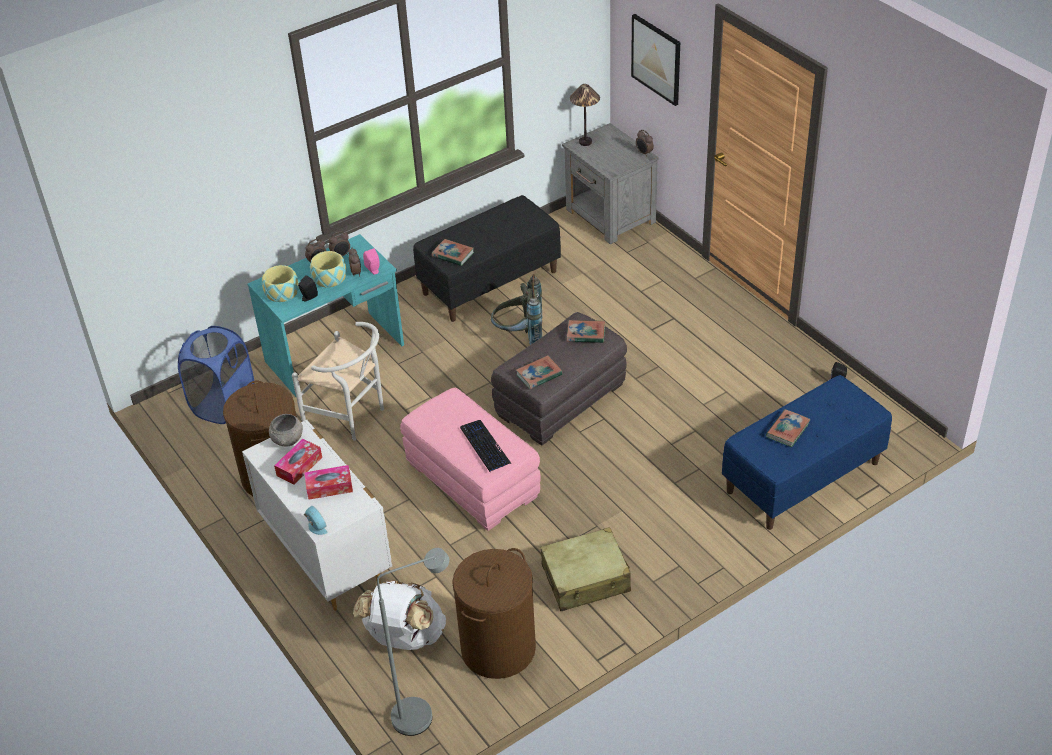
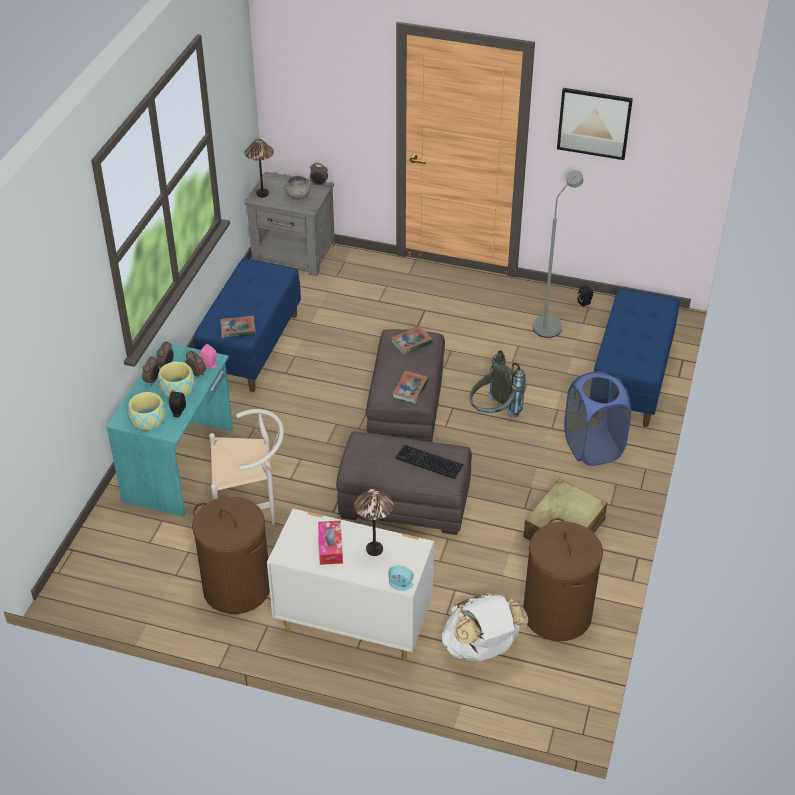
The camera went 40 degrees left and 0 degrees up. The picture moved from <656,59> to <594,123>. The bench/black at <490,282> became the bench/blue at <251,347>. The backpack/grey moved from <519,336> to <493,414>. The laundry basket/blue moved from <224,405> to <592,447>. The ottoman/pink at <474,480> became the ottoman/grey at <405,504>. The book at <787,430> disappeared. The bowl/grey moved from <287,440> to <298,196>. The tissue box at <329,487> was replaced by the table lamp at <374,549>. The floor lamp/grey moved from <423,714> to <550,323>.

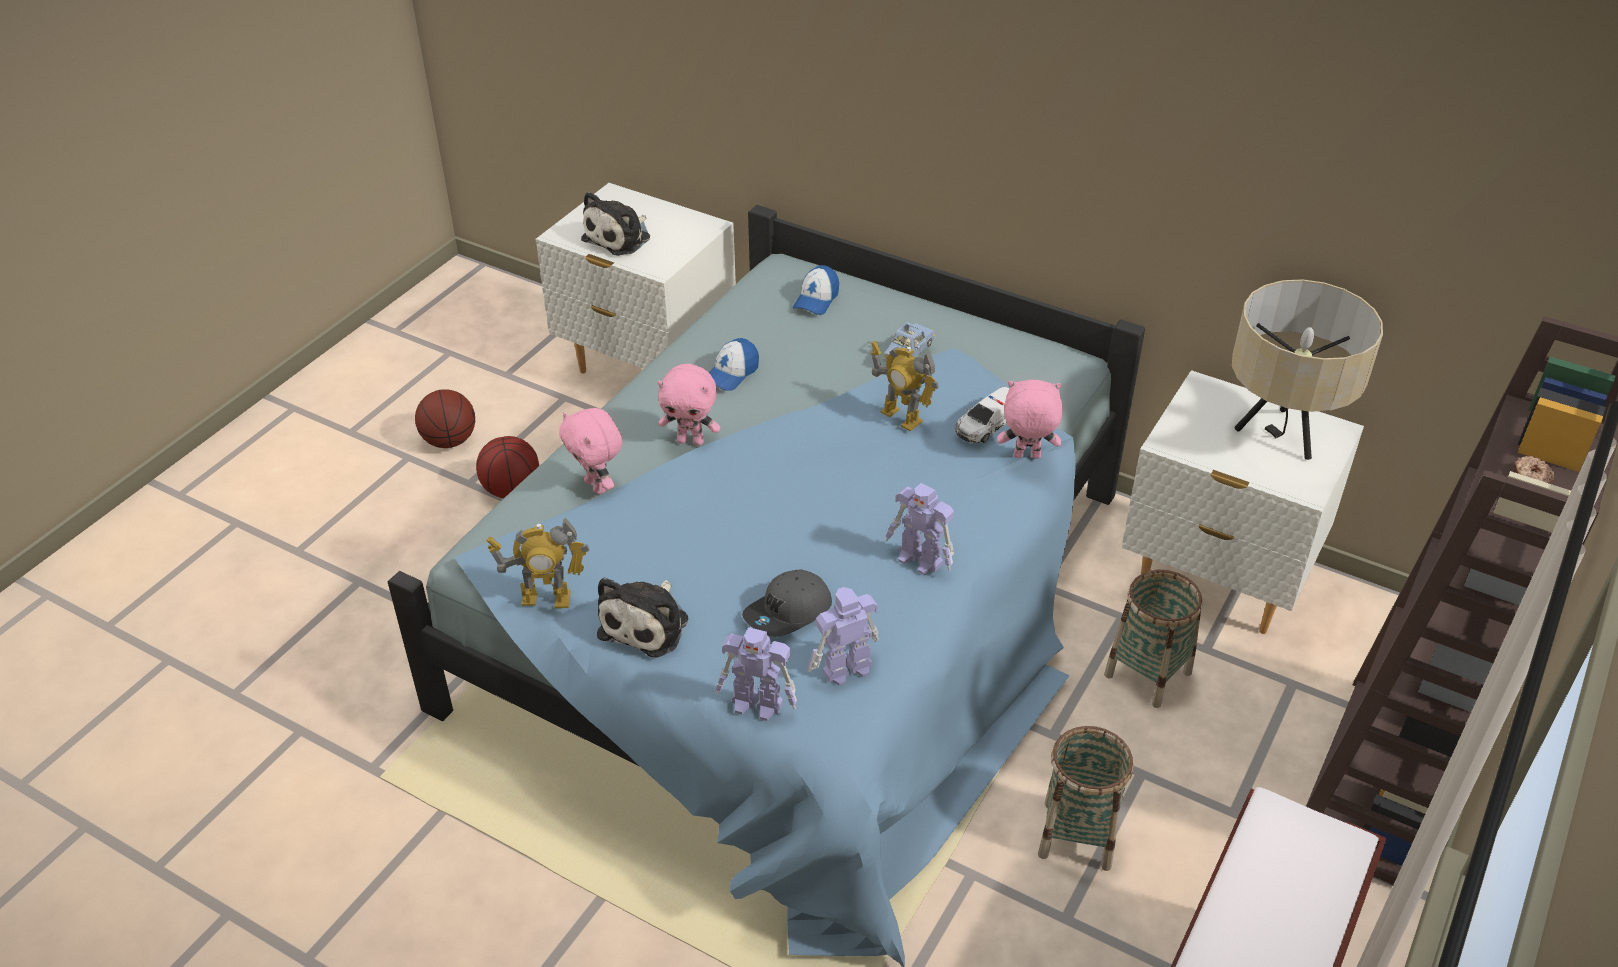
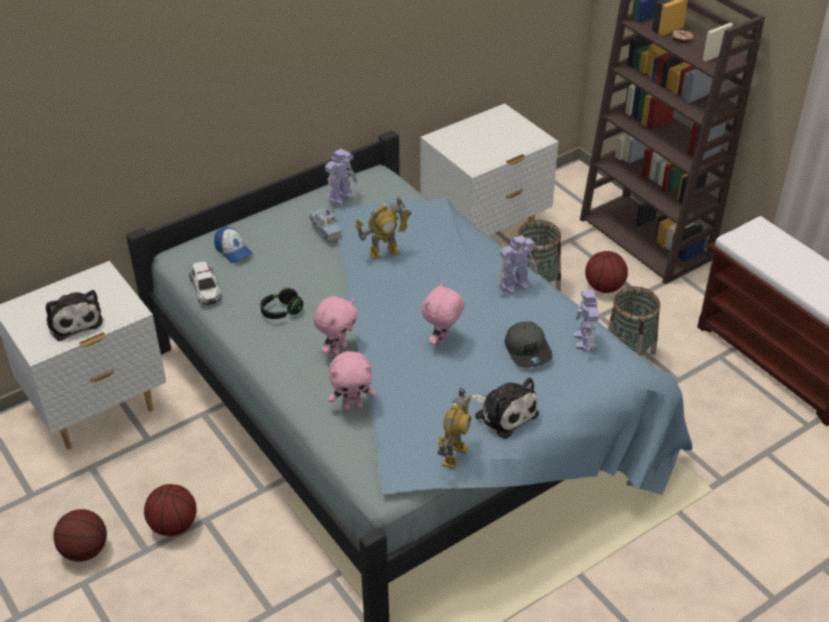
The camera went 65 degrees left and 0 degrees up. The table lamp/beige at <1280,438> disappeared. The cap at <731,373> was replaced by the headphones/black at <281,311>. The plush toy/pink moved from <1026,457> to <442,341>. The toy car moved from <988,423> to <206,288>. The toy robot moved from <758,704> to <341,197>. The basketball at <603,287> appeared.

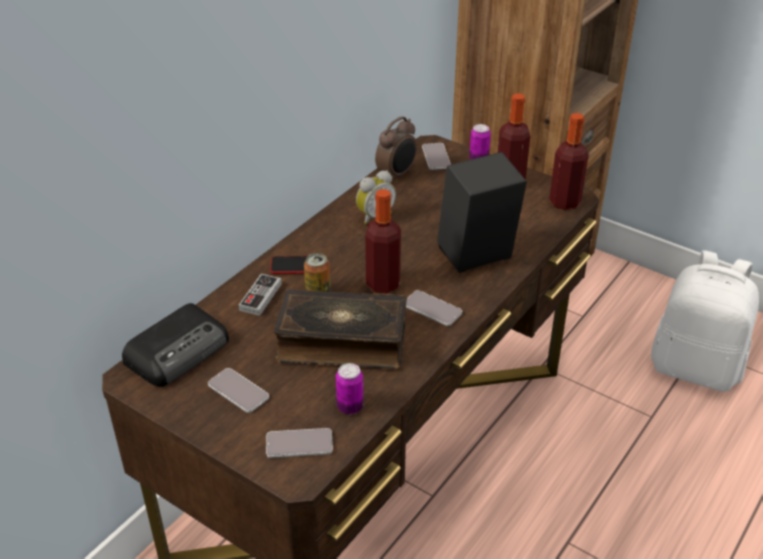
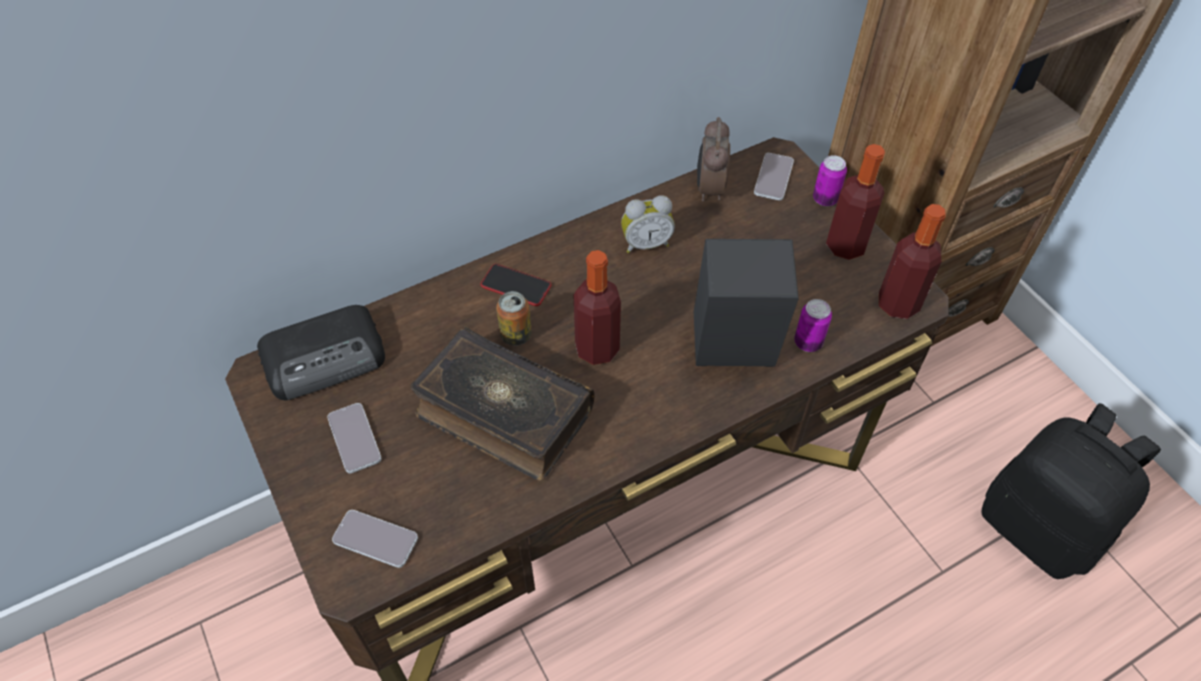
The camera went 25 degrees right and 15 degrees up. The alarm clock at <397,174> turned 120 degrees clockwise. The backpack/white at <695,368> became the backpack/black at <1039,528>. The game controller at <260,297> disappeared. The phone at <432,309> disappeared. The can moved from <350,407> to <808,342>.

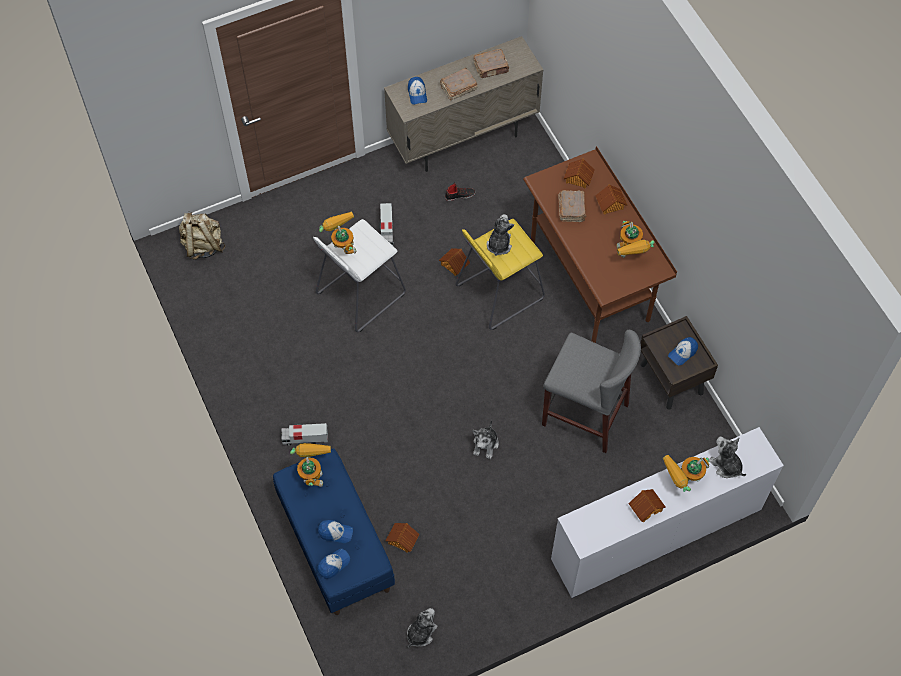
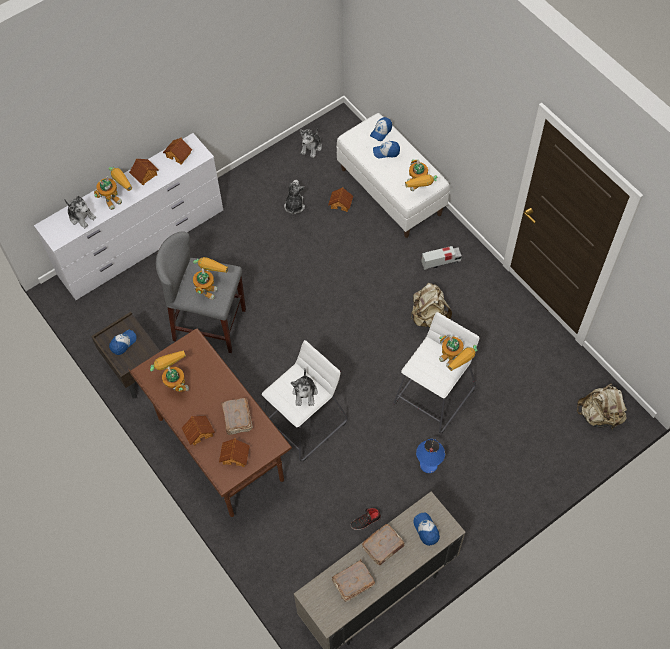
The camera went 170 degrees right and 0 degrees up. The toy truck at <387,231> was replaced by the table lamp/blue at <428,465>. The stool/yellow at <499,292> became the stool/white at <304,422>. The toy house moved from <453,265> to <178,154>. The plush toy moved from <485,444> to <294,205>. The bench/blue at <335,544> became the bench/white at <391,191>. The toy robot at <209,287> appeared. The backpack/beige at <428,316> appeared.

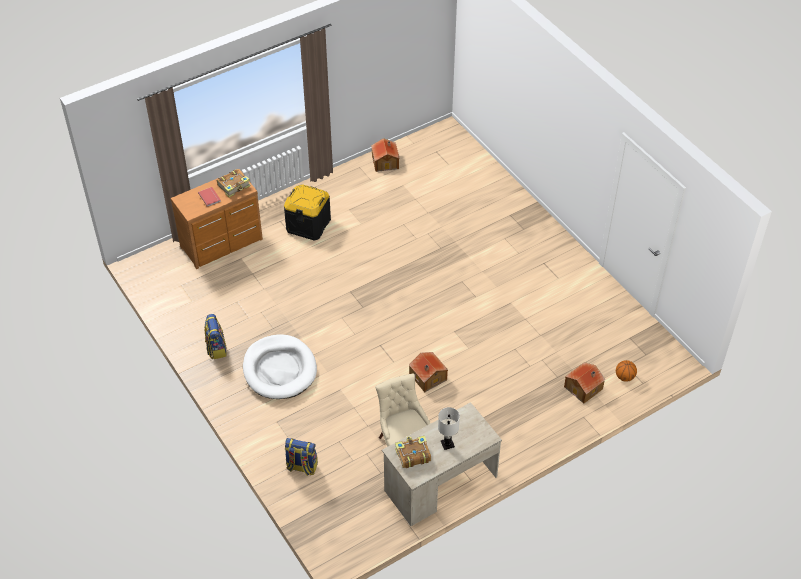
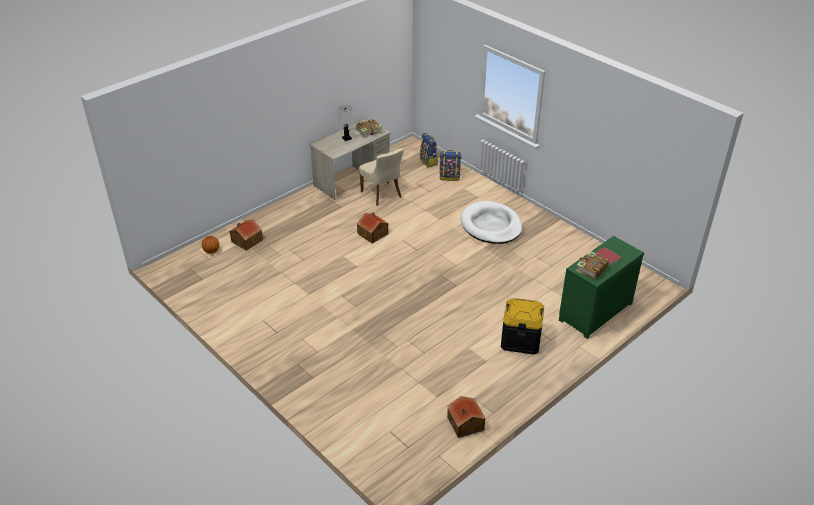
The camera went 170 degrees right and 10 degrees down. The dresser/brown at <223,244> became the dresser/green at <593,311>. The backpack moved from <216,348> to <429,162>.

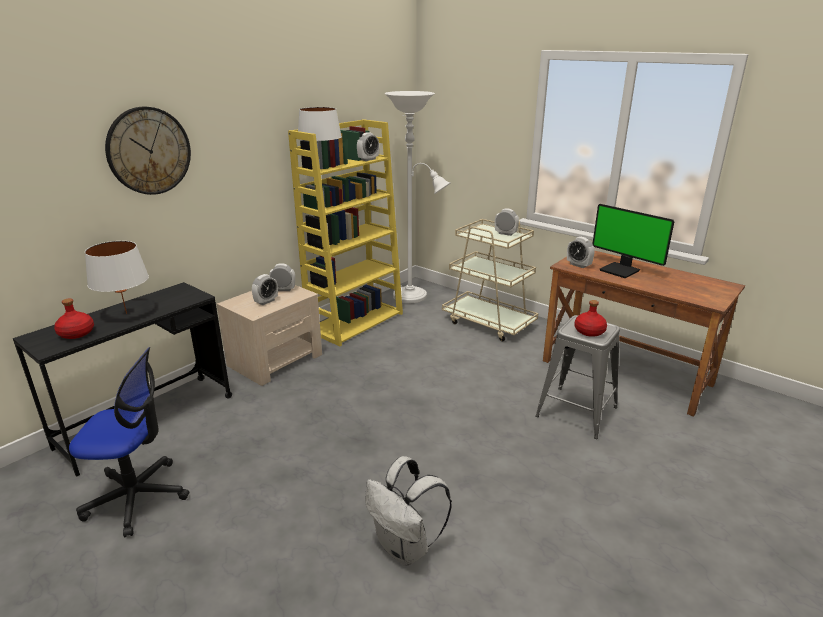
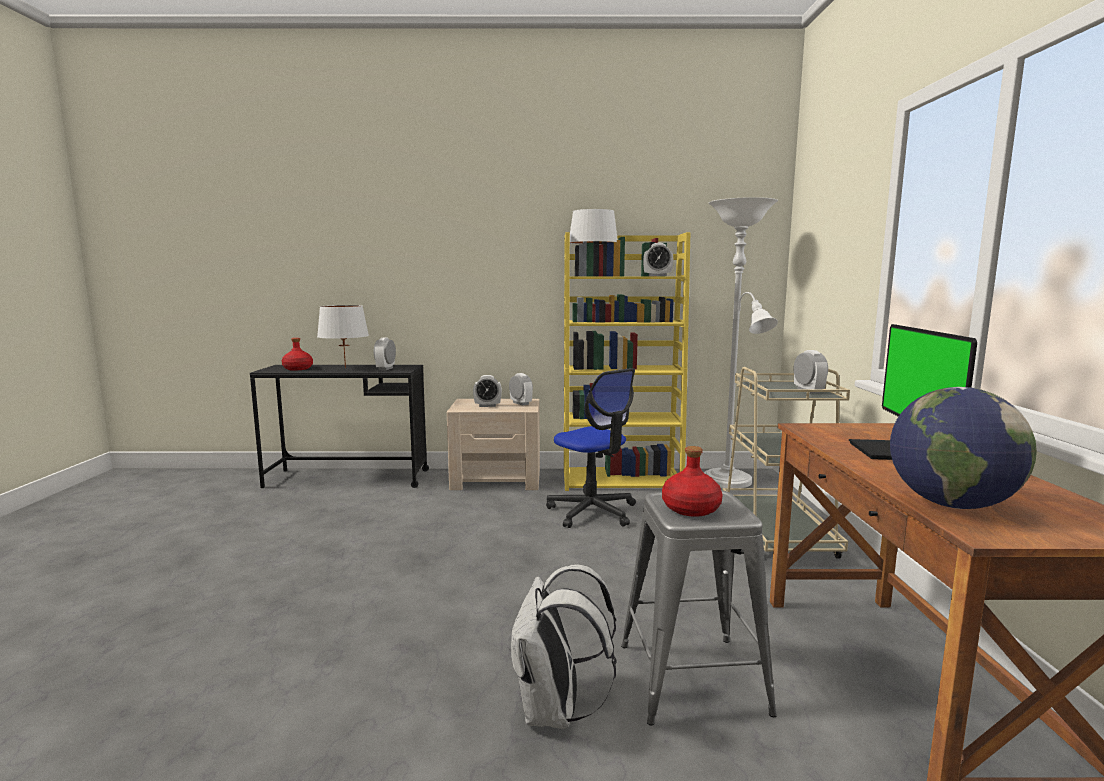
The camera went 50 degrees right and 15 degrees down. The wall clock at <149,151> disappeared. The alarm clock moved from <578,265> to <385,369>. The office chair moved from <137,497> to <592,512>. The backpack/white moved from <405,548> to <555,711>. The globe at <951,504> appeared.

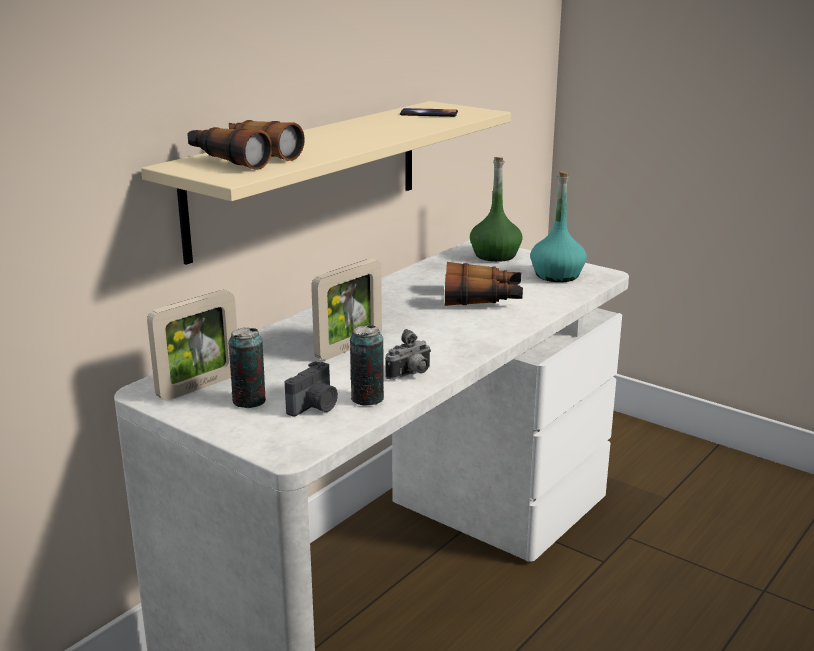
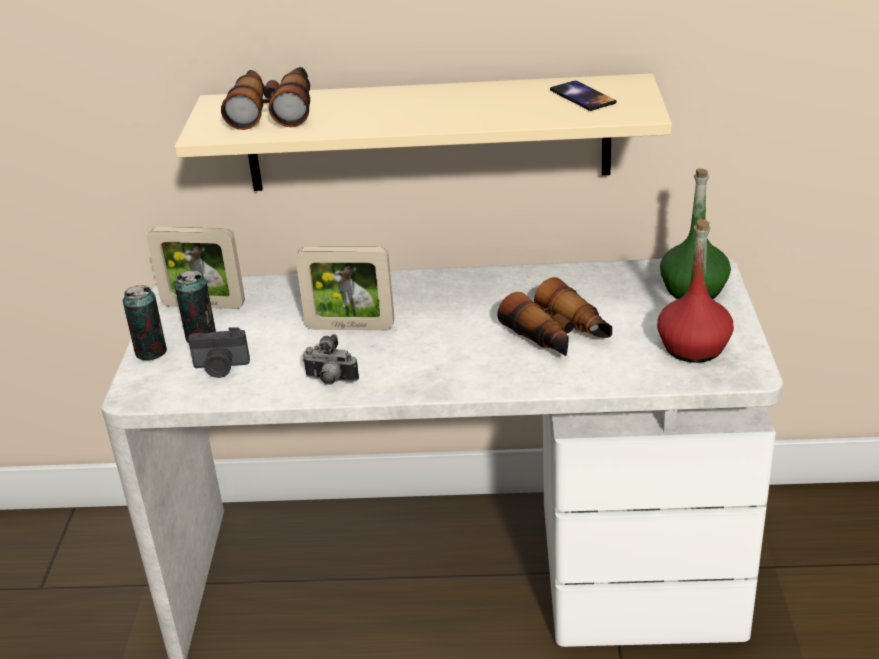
The camera went 55 degrees right and 10 degrees up. The bottle/turquoise at <557,275> became the bottle/red at <693,347>. The can moved from <367,398> to <151,352>.

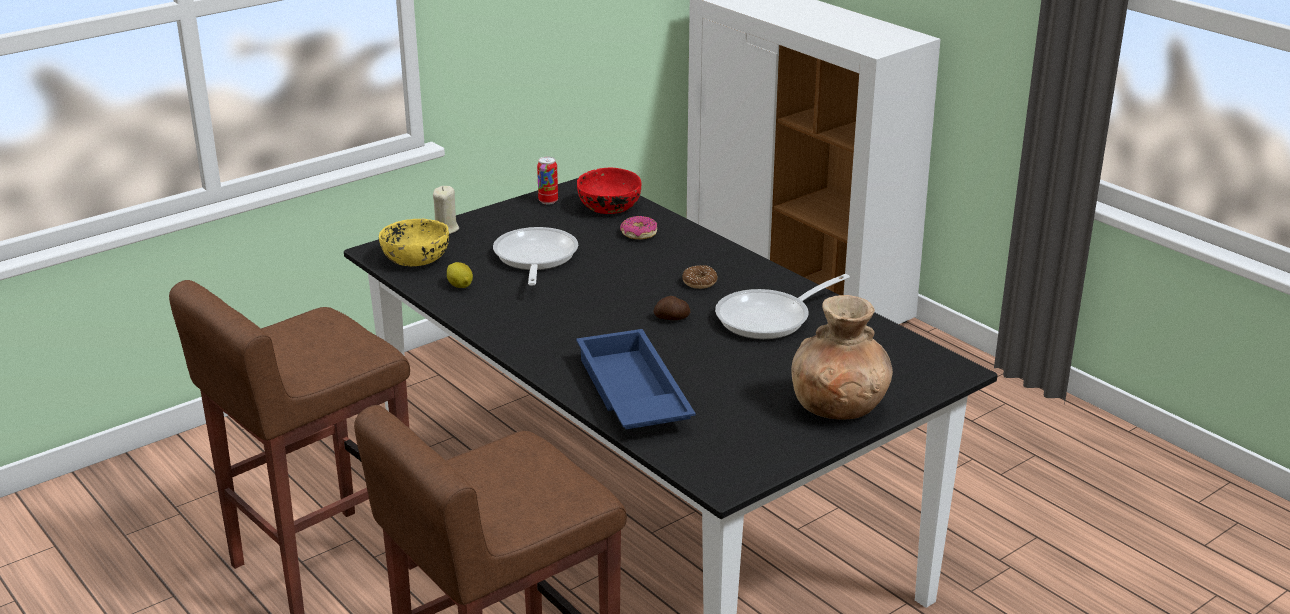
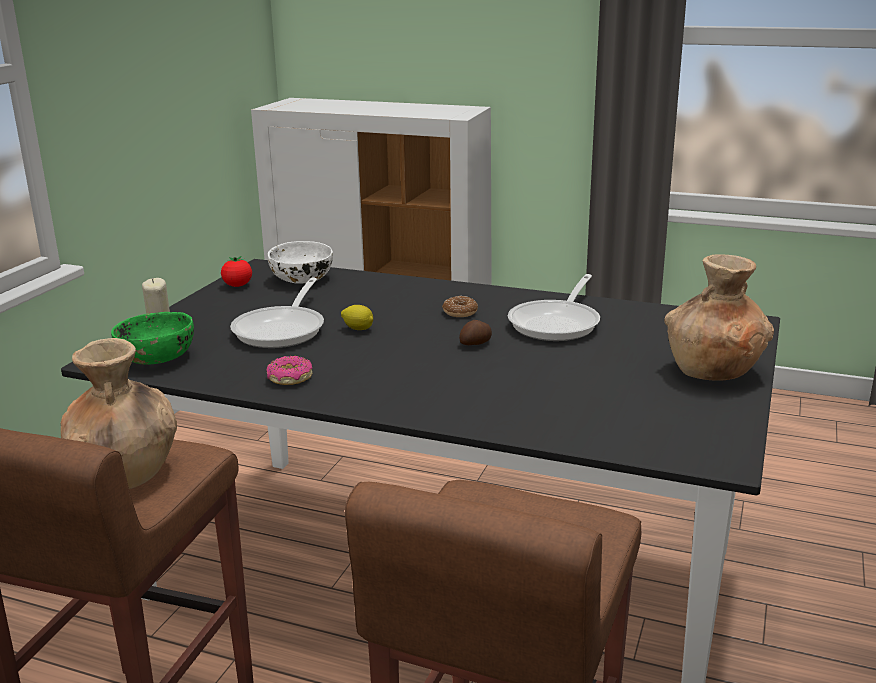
The camera went 30 degrees left and 5 degrees down. The can at <548,201> was replaced by the tomato at <237,285>. The bowl/red at <608,207> became the bowl/white at <301,279>. The donut moved from <638,234> to <289,378>. The bowl/yellow at <416,259> became the bowl/green at <156,357>. The frying pan at <534,259> turned 135 degrees counterclockwise. The lemon moved from <460,285> to <358,329>. The tray/blue at <630,394> disappeared. The vase/brown at <126,472> appeared.

